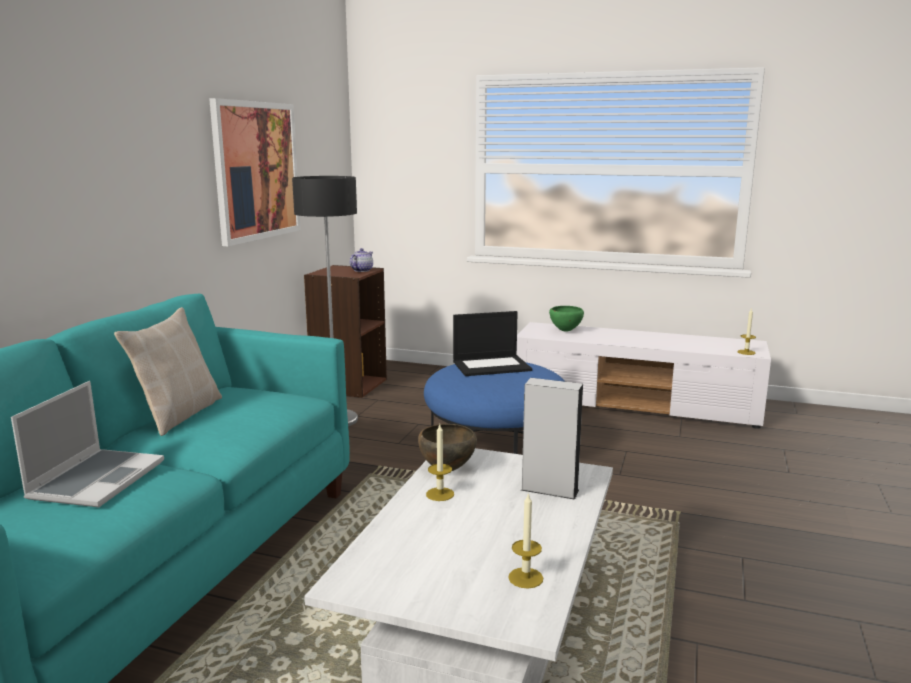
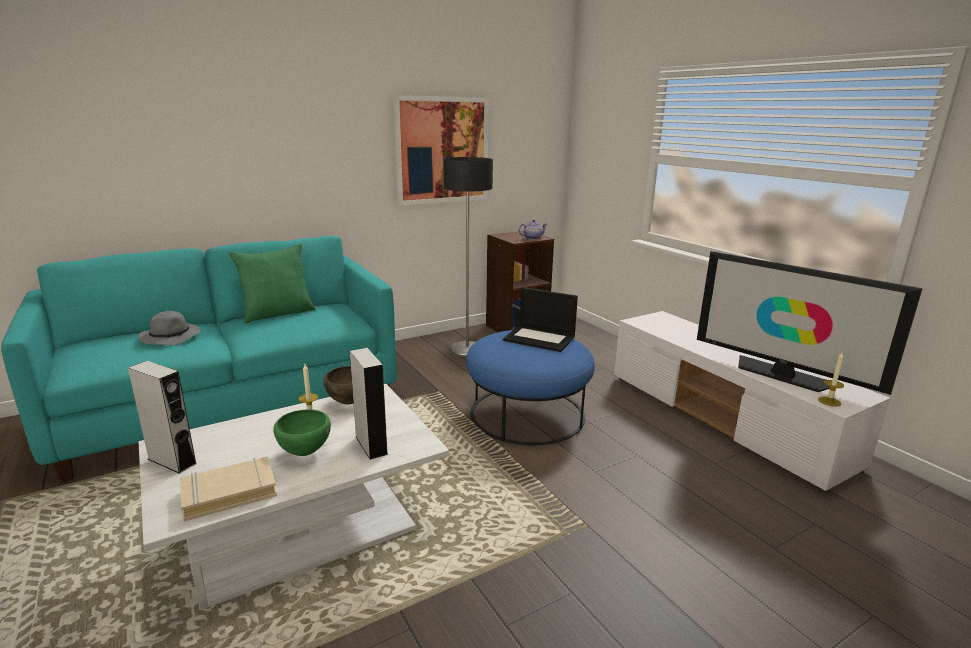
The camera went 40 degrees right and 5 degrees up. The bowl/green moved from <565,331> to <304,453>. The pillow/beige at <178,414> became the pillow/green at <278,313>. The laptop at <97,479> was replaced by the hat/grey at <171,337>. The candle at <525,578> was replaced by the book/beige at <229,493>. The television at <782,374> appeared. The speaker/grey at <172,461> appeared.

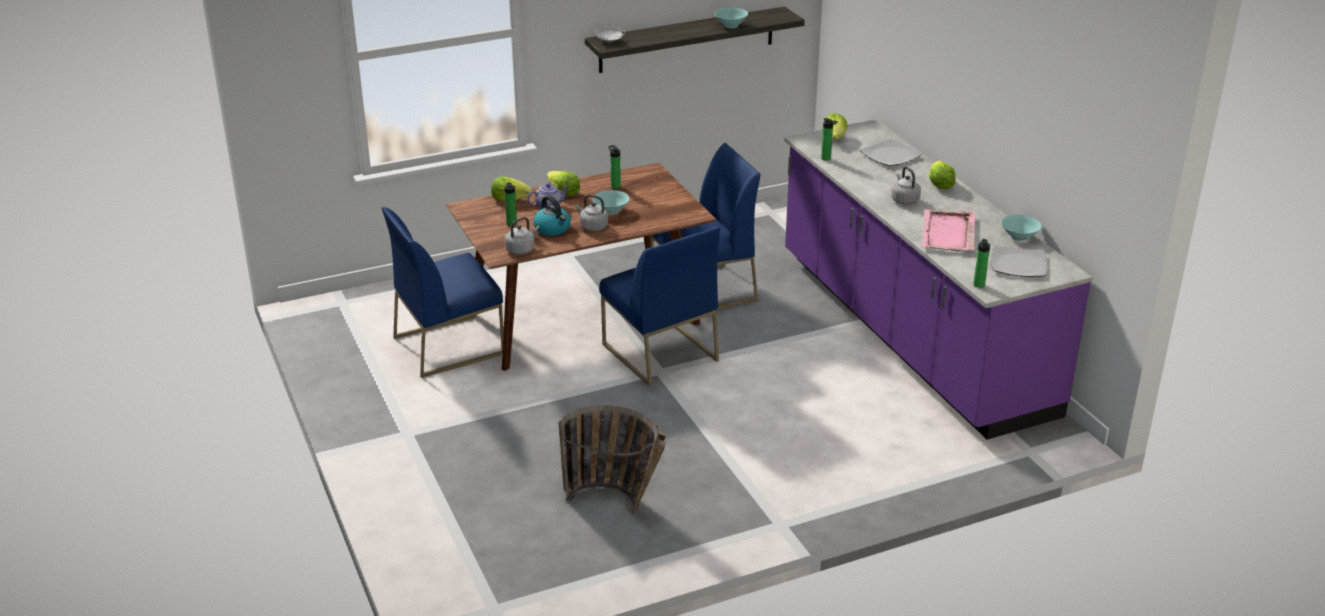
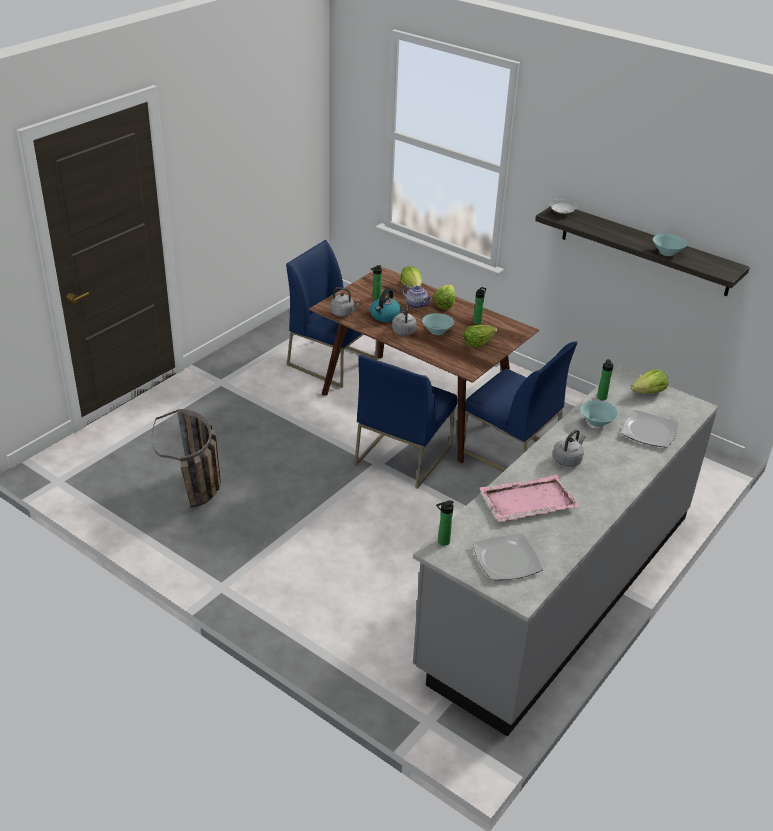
The camera went 60 degrees right and 5 degrees up. The counter/purple at <911,333> became the counter/grey at <558,589>. The lettuce moved from <939,184> to <478,343>. The bowl/turquoise moved from <1019,237> to <596,422>.

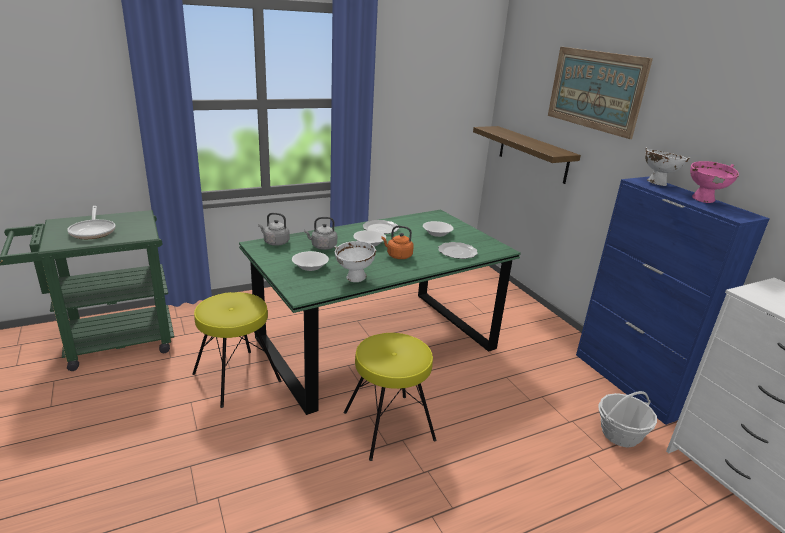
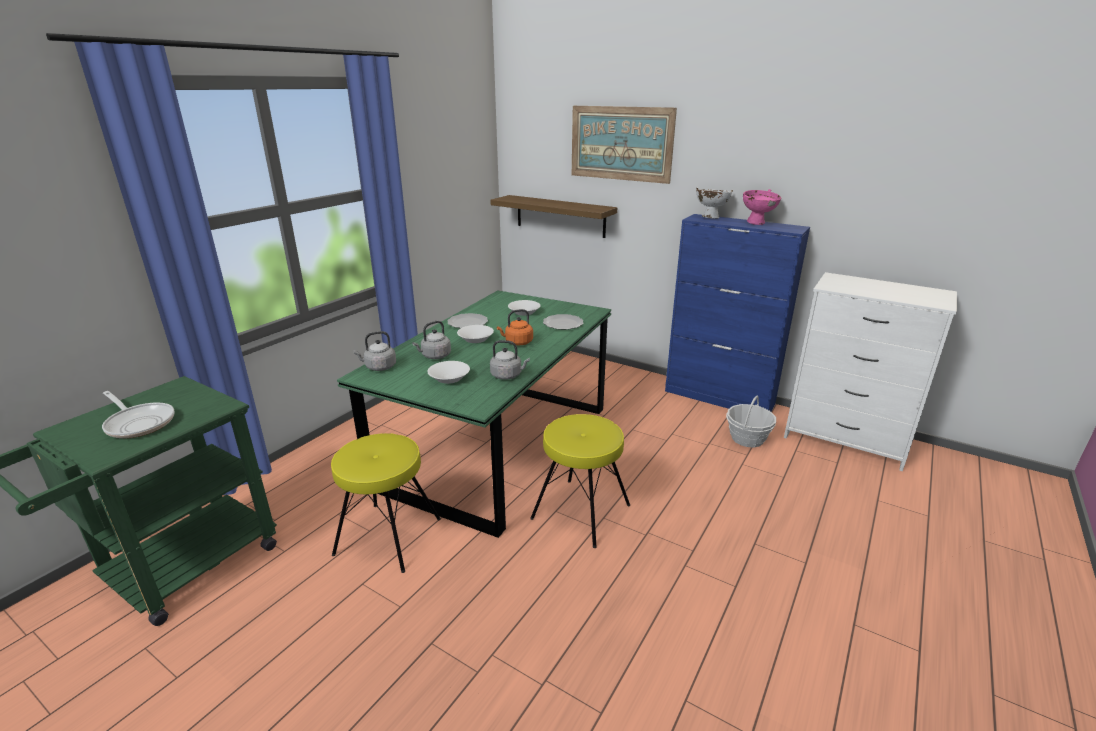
The camera went 30 degrees left and 0 degrees up. The bowl/white at <355,279> was replaced by the kettle/grey at <508,375>.

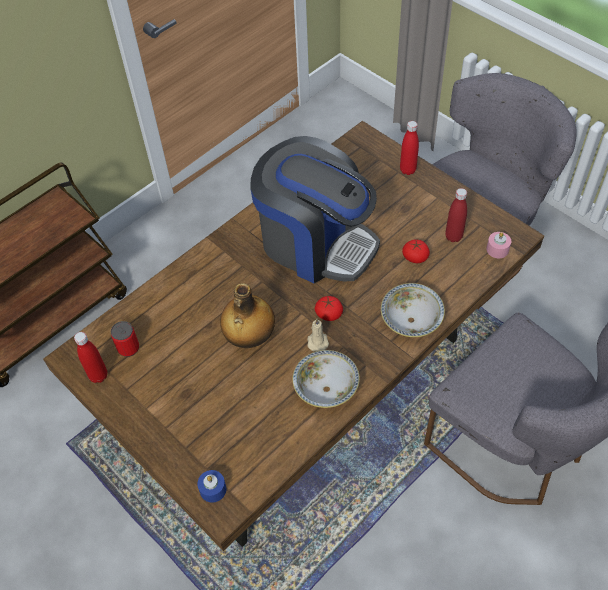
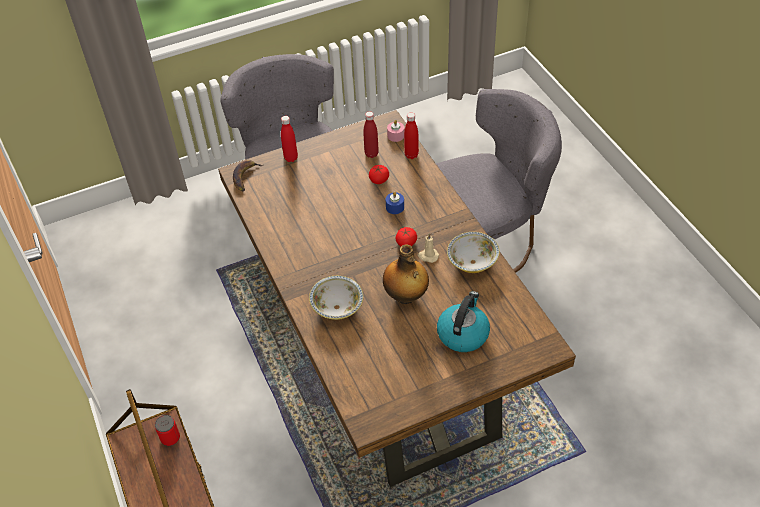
The camera went 70 degrees left and 5 degrees down. The coffee machine at <316,243> disappeared. The bowl moved from <411,321> to <337,307>. The can moved from <128,348> to <170,438>. The bottle/red moved from <98,376> to <411,155>. The candle/blue moved from <213,489> to <395,207>. The banana at <245,177> appeared. The kettle at <463,333> appeared.

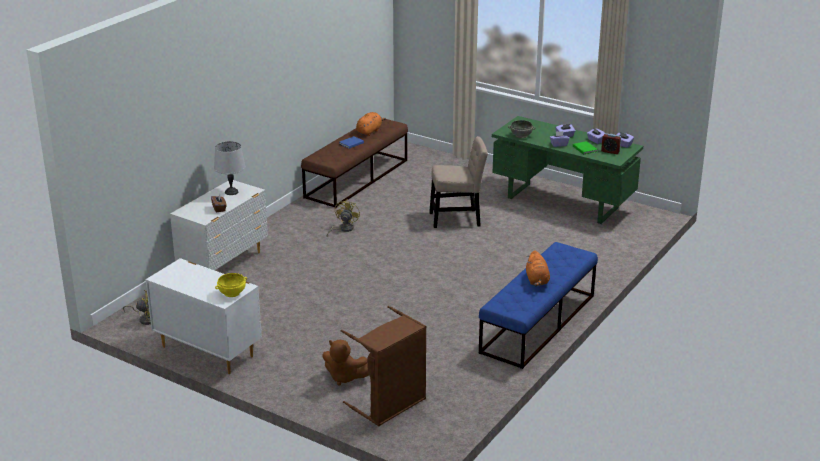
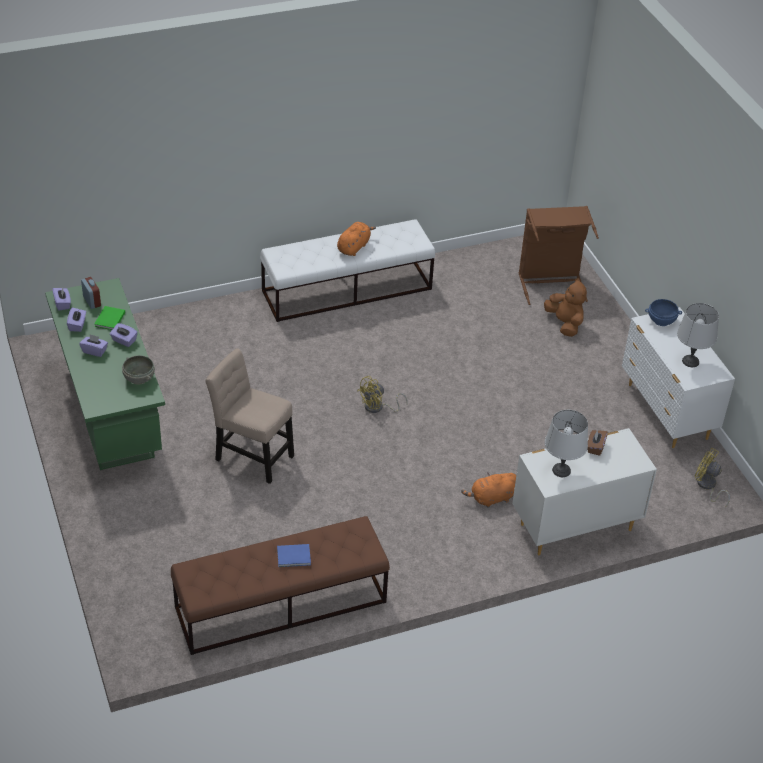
The camera went 145 degrees left and 15 degrees up. The plush toy/orange moved from <369,131> to <491,498>. The fan/yellow moved from <343,229> to <378,407>. The bench/blue at <538,324> became the bench/white at <347,290>. The bowl/yellow at <232,293> became the bowl/blue at <661,320>. The table lamp/grey at <690,361> appeared.

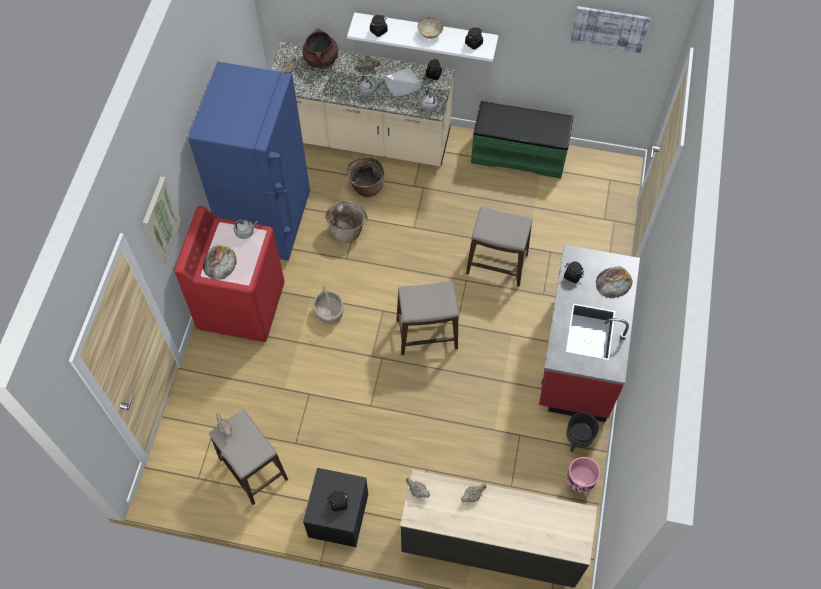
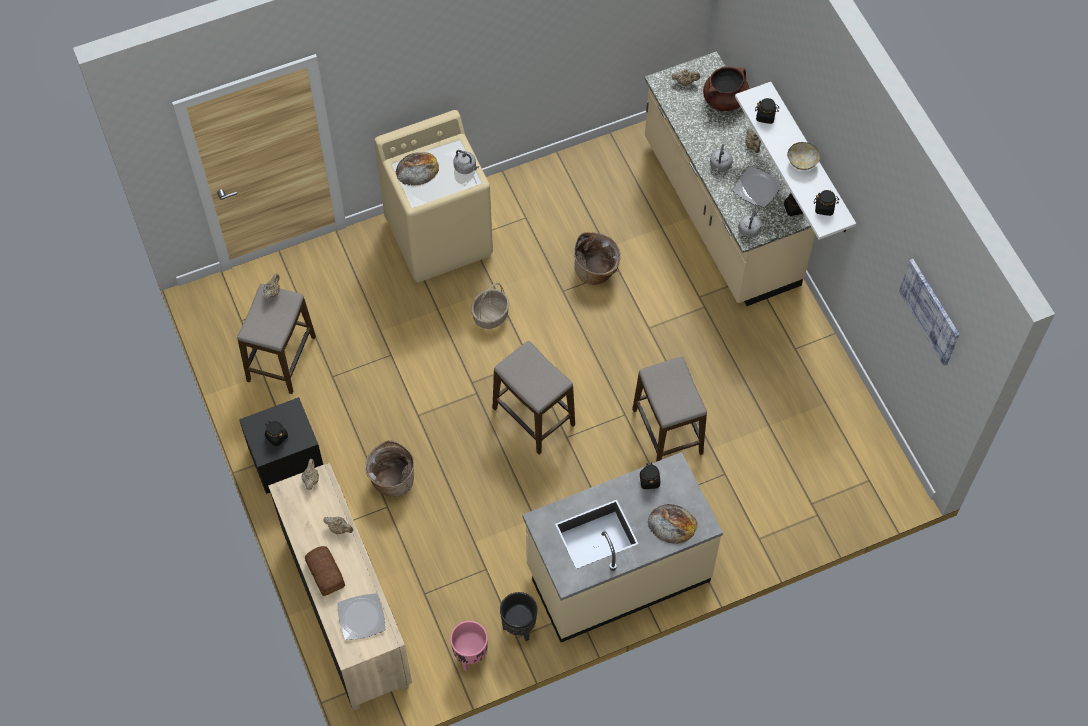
The camera went 55 degrees right and 0 degrees up. The fridge/blue at <268,223> disappeared. The bench/green at <519,154> disappeared. The basket moved from <366,187> to <392,479>. The picture at <160,221> disappeared. The washing machine/red at <242,305> became the washing machine/beige at <439,237>. The counter/red at <578,356> became the counter/beige at <617,573>. The bread at <325,574> appeared. The plate at <362,618> appeared.

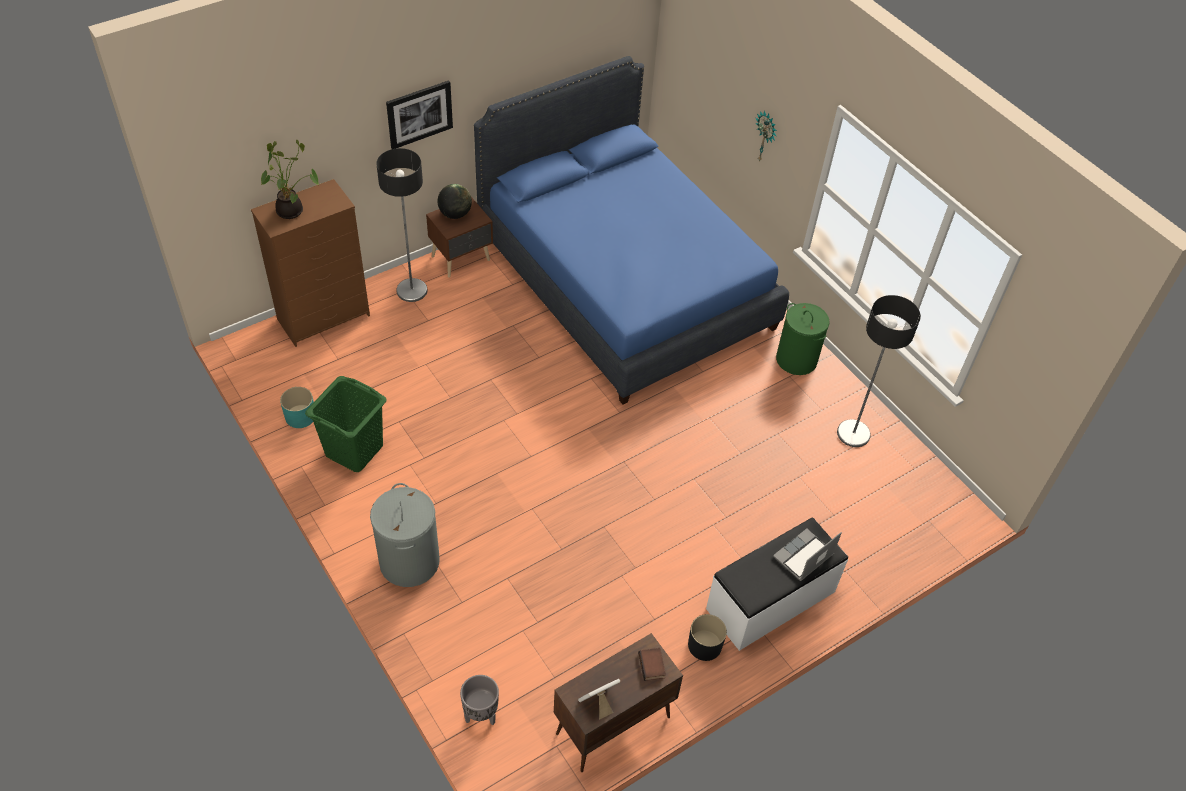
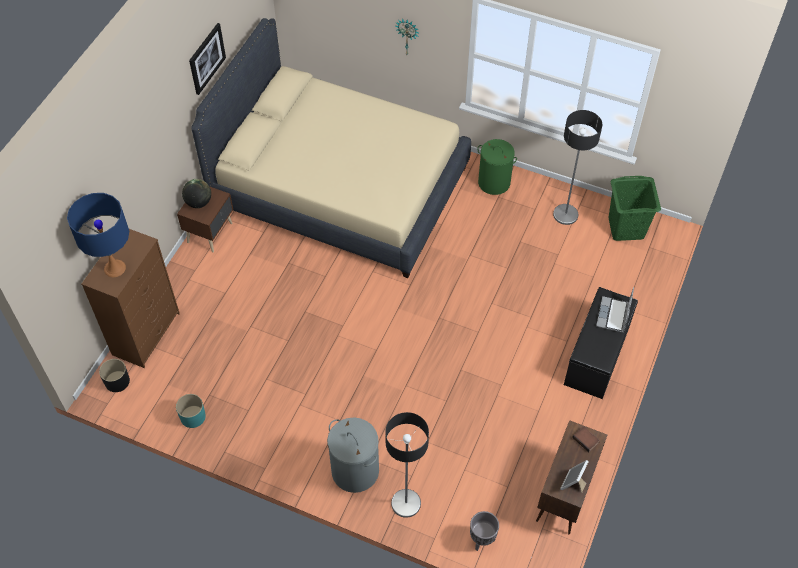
The camera went 30 degrees left and 5 degrees up. The bed/blue at <625,281> became the bed/beige at <340,187>. The picture moved from <419,114> to <206,58>. The potted plant at <292,211> was replaced by the table lamp/blue at <114,268>. The floor lamp moved from <411,291> to <406,503>. The laundry basket/green moved from <354,450> to <626,227>. The bench/white at <771,601> became the bench/black at <597,355>. The planter/black moved from <704,645> to <117,381>.

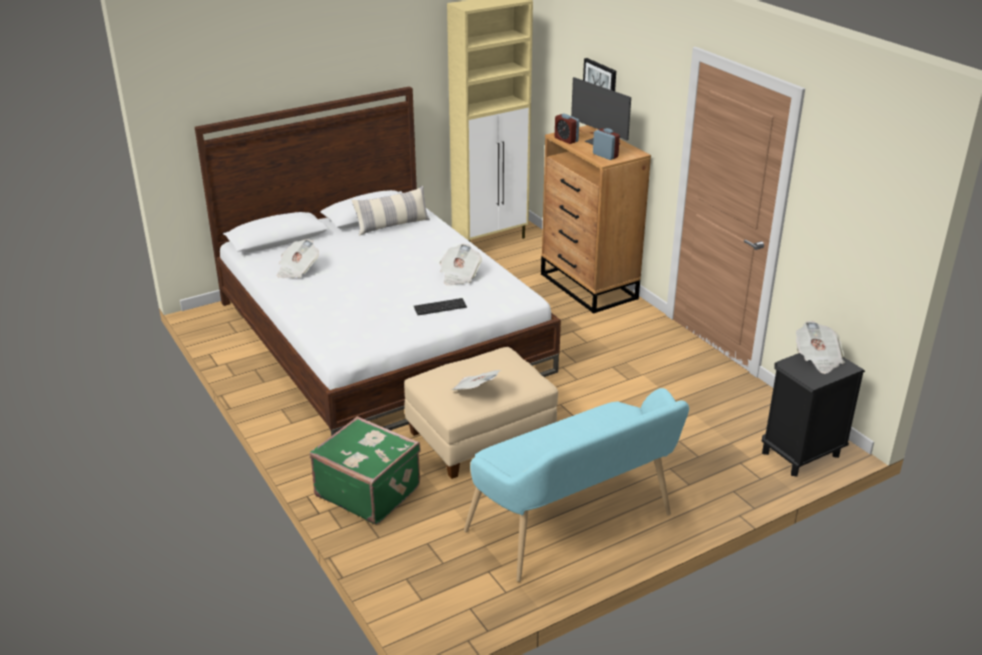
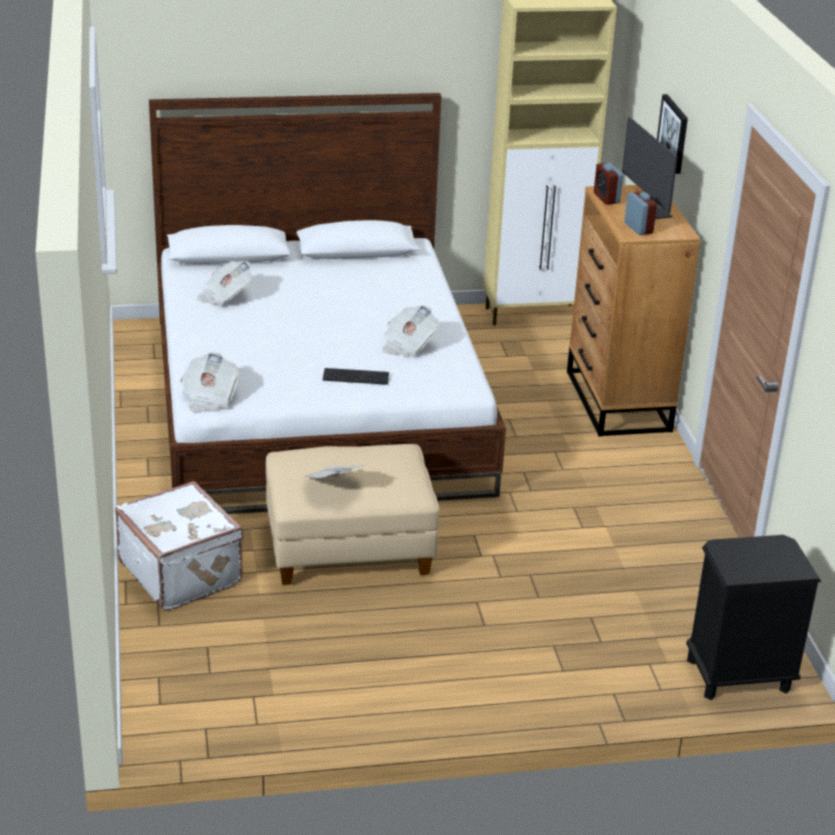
The camera went 20 degrees right and 0 degrees up. The pillow at <392,226> disappeared. The newspaper moved from <817,359> to <209,397>. The bench/turquoise at <576,527> disappeared. The suitcase/green at <368,491> became the suitcase/white at <182,572>.

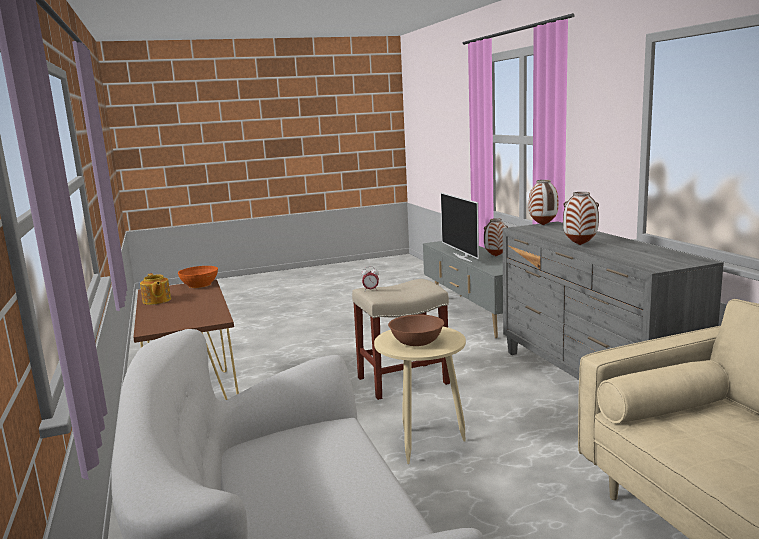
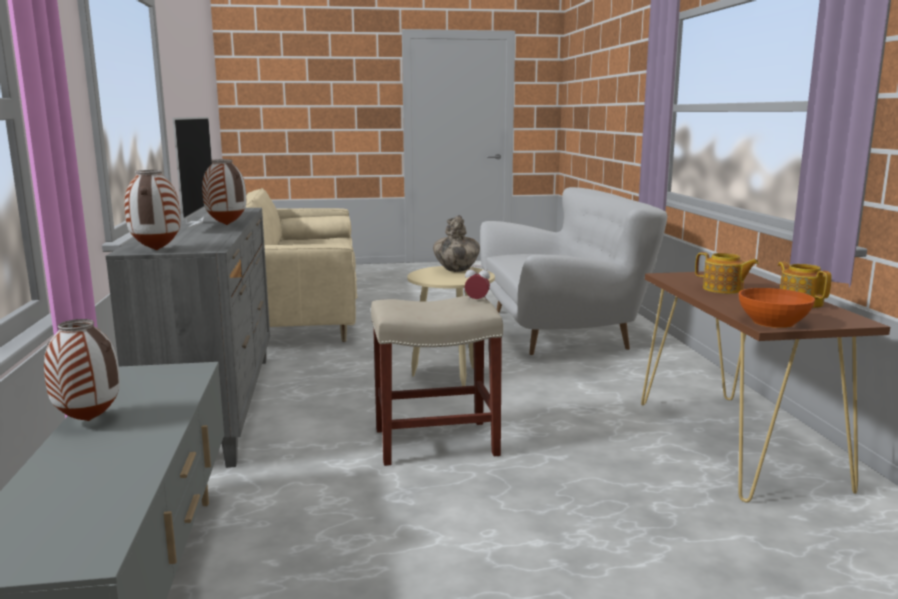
The camera went 170 degrees left and 0 degrees up. The television moved from <463,257> to <194,223>. The bowl/brown at <416,342> was replaced by the vase at <456,270>. The teapot at <723,289> appeared.

